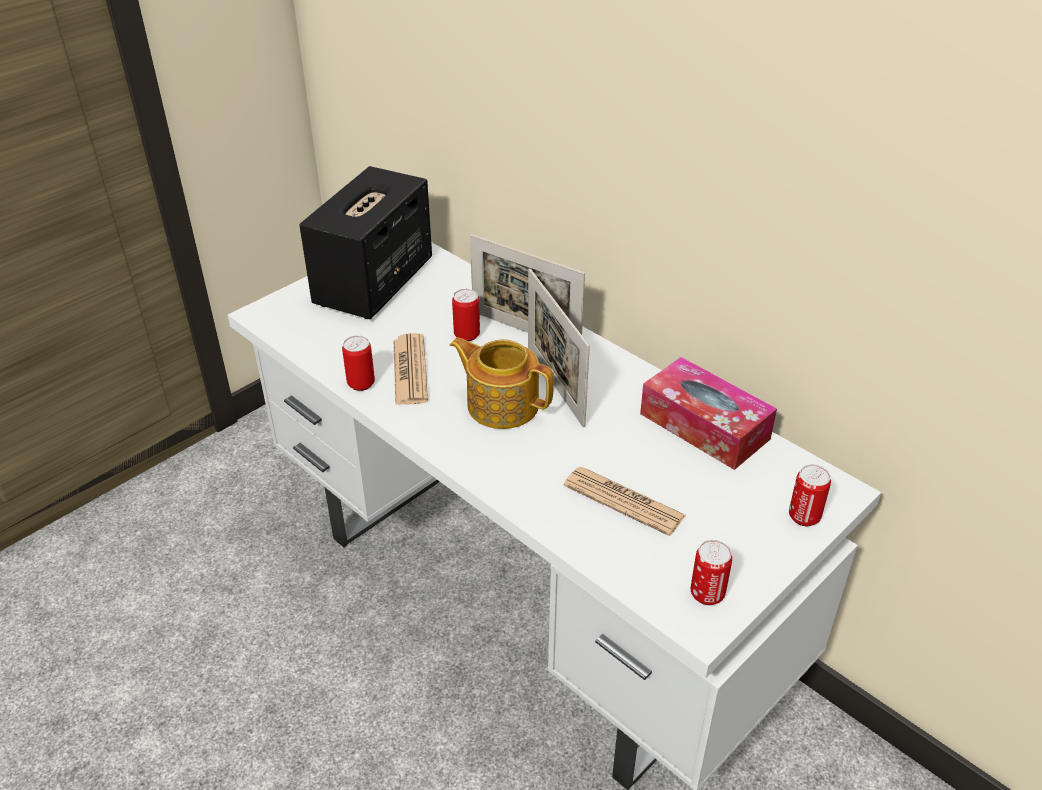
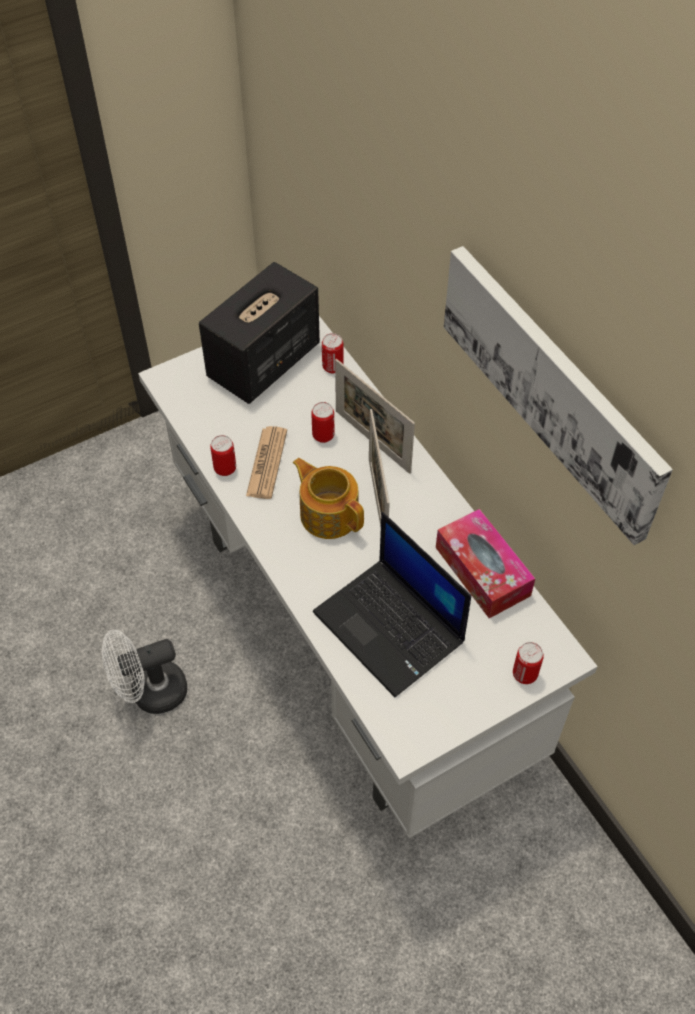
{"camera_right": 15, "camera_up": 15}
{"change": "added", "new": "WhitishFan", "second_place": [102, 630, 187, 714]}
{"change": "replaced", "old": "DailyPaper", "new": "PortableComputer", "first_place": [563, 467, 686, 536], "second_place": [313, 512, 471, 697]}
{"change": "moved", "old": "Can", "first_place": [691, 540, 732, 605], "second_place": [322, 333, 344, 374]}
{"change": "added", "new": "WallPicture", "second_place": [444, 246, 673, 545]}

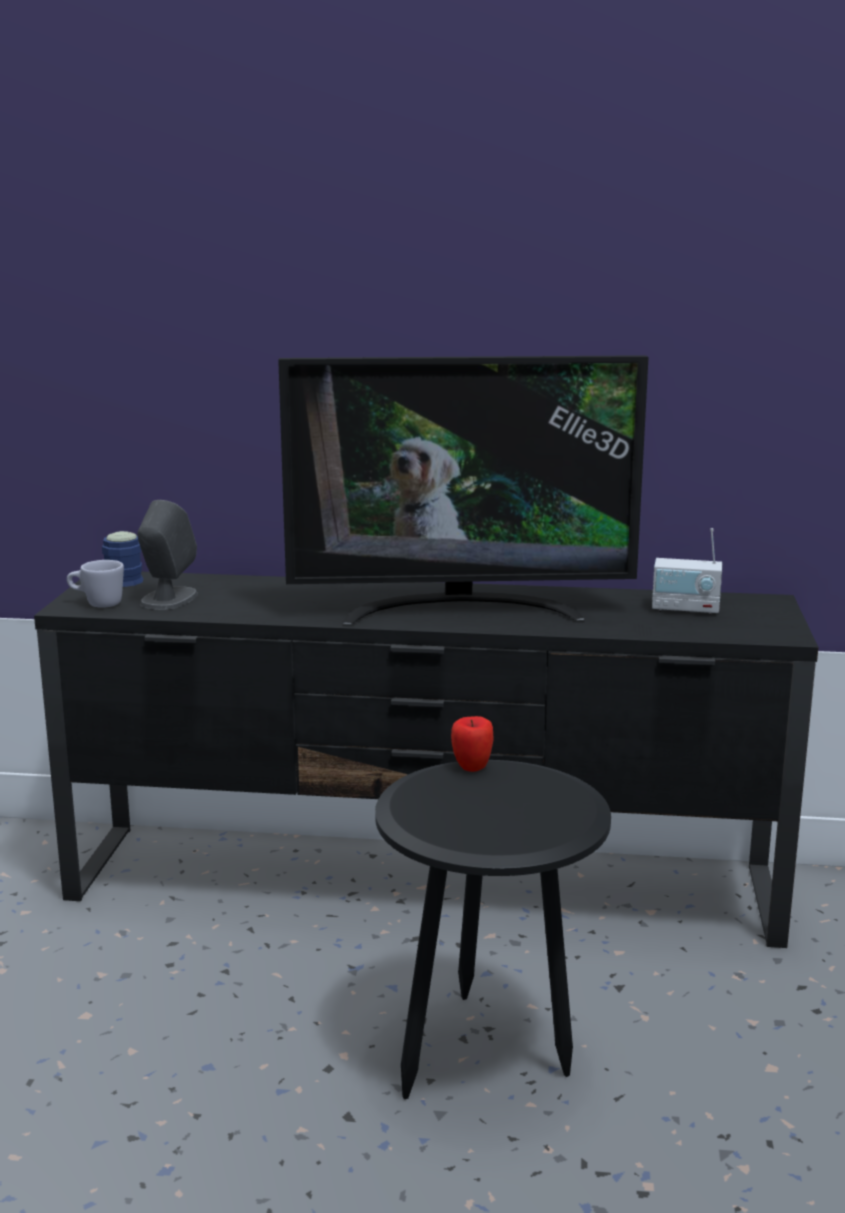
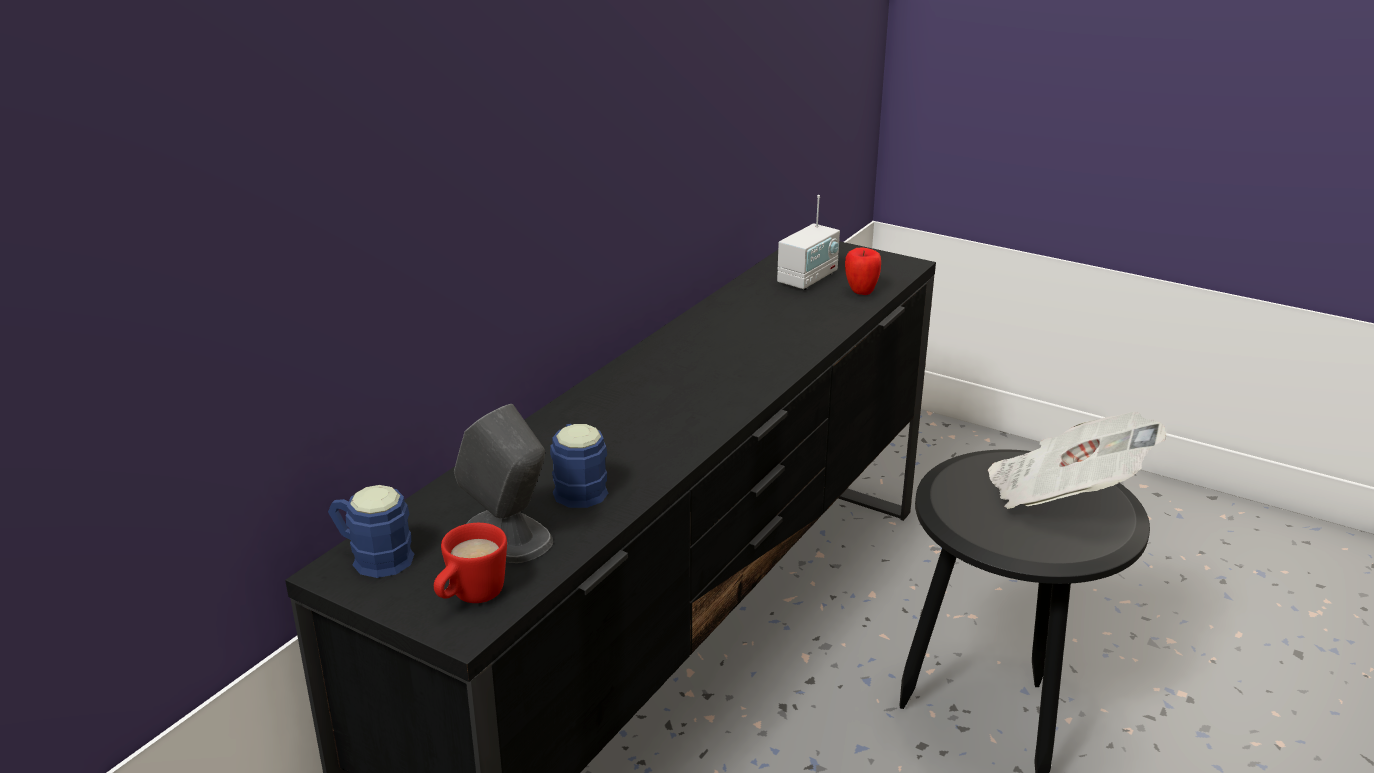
{"camera_right": -65, "camera_up": 10}
{"change": "recoloured", "old": "WhitishTeaMug", "new": "ReddishTeaMug", "first_place": [67, 560, 124, 608], "second_place": [434, 523, 507, 603]}
{"change": "added", "new": "BlueTeaMug", "second_place": [550, 424, 608, 508]}
{"change": "moved", "old": "WholeApple", "first_place": [451, 716, 493, 772], "second_place": [845, 248, 881, 295]}
{"change": "added", "new": "DailyPaper", "second_place": [988, 412, 1166, 509]}
{"change": "removed", "old": "TvSet", "first_place": [278, 355, 649, 625]}

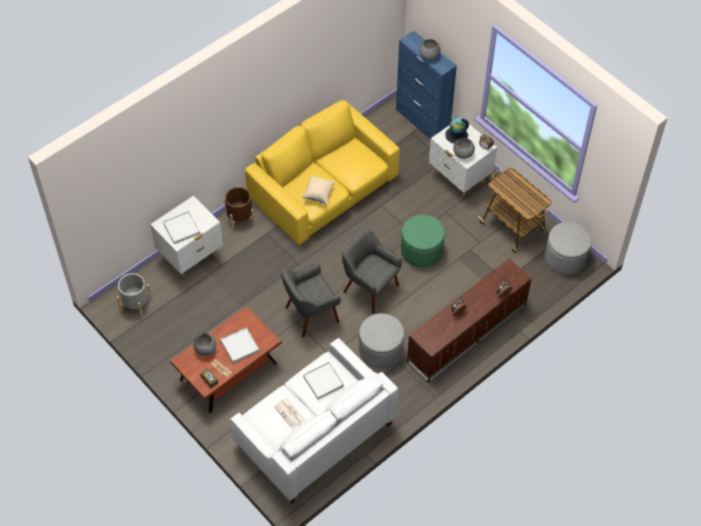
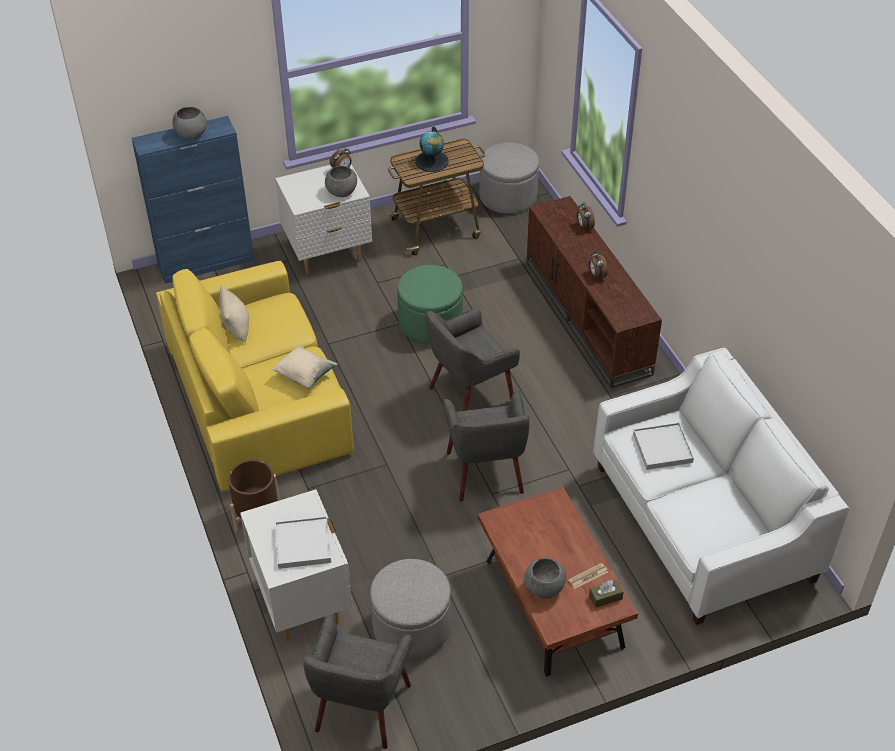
{"camera_right": -70, "camera_up": -10}
{"change": "added", "new": "BeigeColouredPillow", "second_place": [219, 285, 249, 343]}
{"change": "replaced", "old": "GreyishFlowerPot", "new": "GreyishEasyChair", "first_place": [117, 273, 152, 317], "second_place": [303, 616, 413, 749]}
{"change": "moved", "old": "GreyishOttoman", "first_place": [359, 313, 404, 369], "second_place": [370, 559, 451, 659]}
{"change": "moved", "old": "WorldGlobe", "first_place": [445, 117, 469, 144], "second_place": [415, 127, 449, 172]}
{"change": "removed", "old": "WhitishCarryingTray", "first_place": [220, 327, 259, 363]}
{"change": "removed", "old": "DailyPaper", "first_place": [274, 398, 305, 428]}

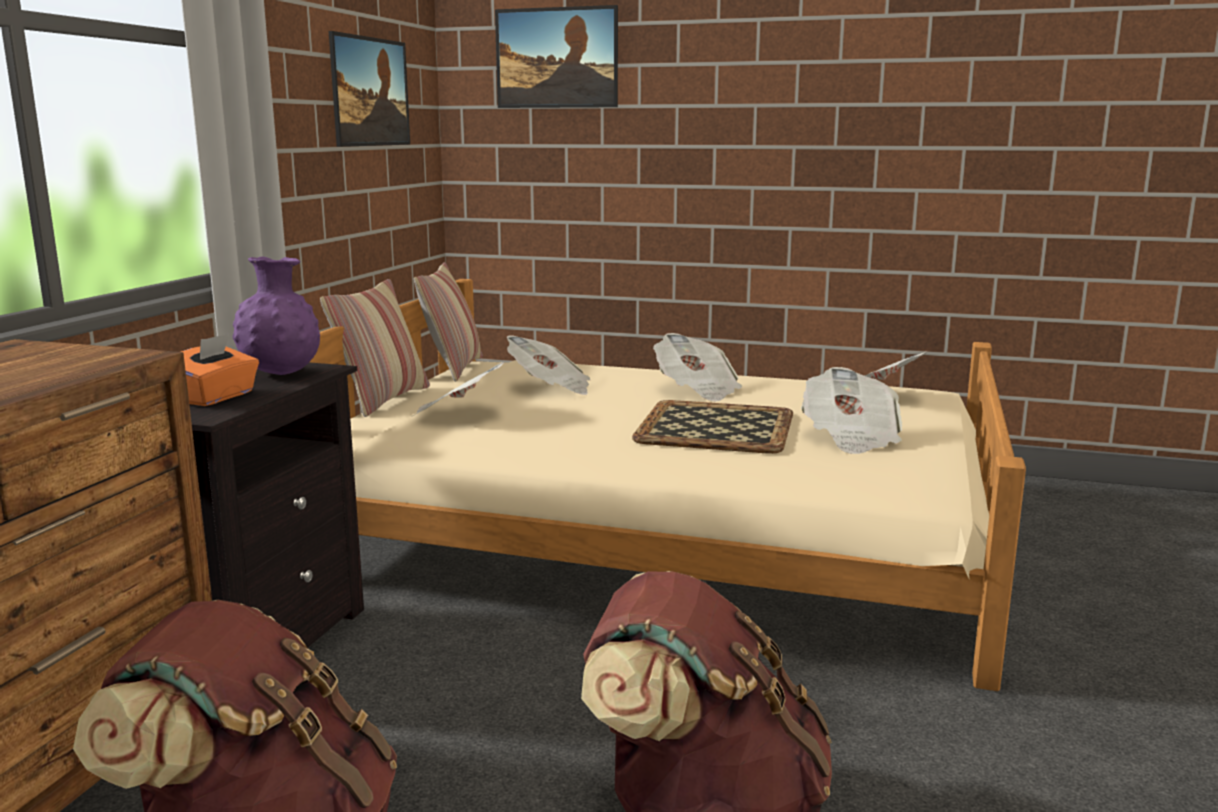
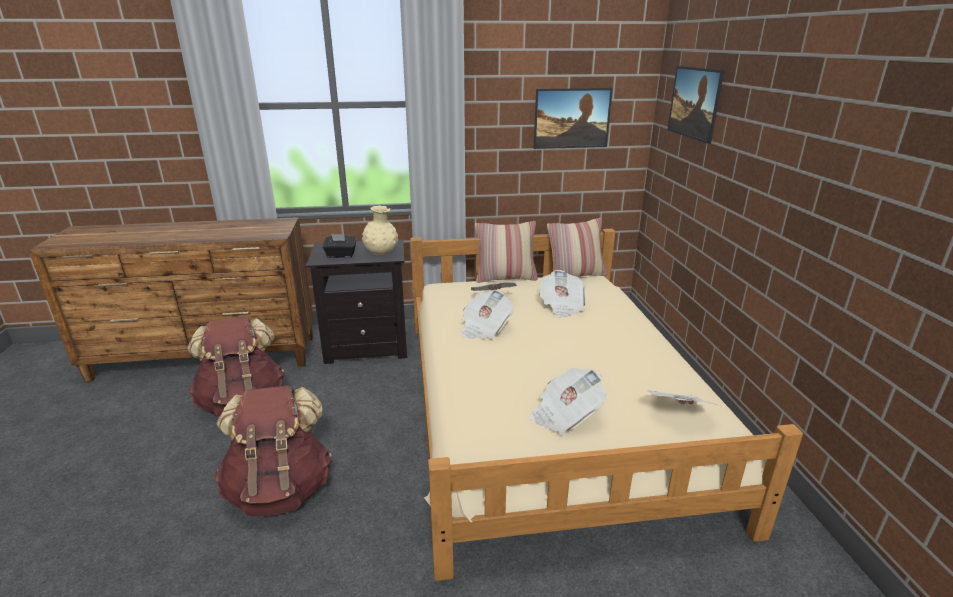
{"camera_right": 65, "camera_up": 10}
{"change": "recoloured", "old": "OrangeyTissueBox", "new": "BlackishTissueBox", "first_place": [181, 333, 259, 406], "second_place": [323, 234, 356, 258]}
{"change": "recoloured", "old": "PurplishFlowerVase", "new": "BeigeColouredFlowerVase", "first_place": [233, 256, 320, 375], "second_place": [362, 205, 398, 255]}
{"change": "moved", "old": "DailyPaper", "first_place": [653, 333, 742, 402], "second_place": [461, 290, 514, 339]}
{"change": "removed", "old": "CarryingTray", "first_place": [632, 400, 793, 454]}

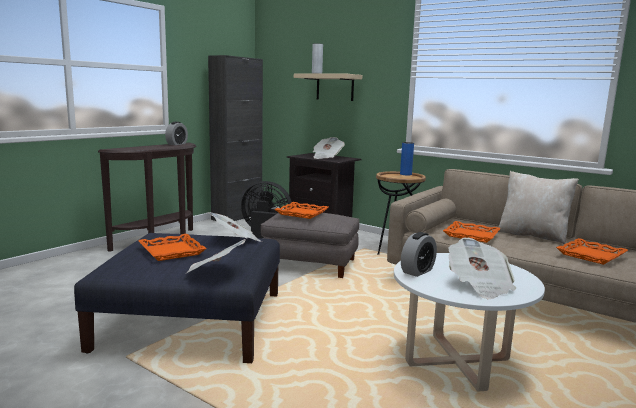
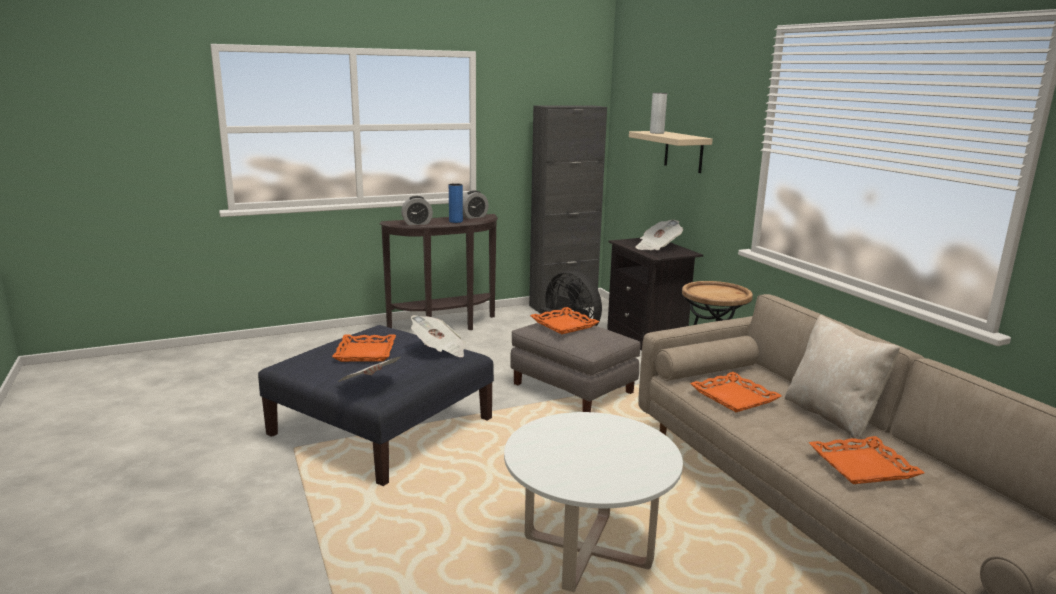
{"camera_right": 30, "camera_up": 5}
{"change": "moved", "old": "AlarmClock", "first_place": [401, 232, 437, 277], "second_place": [401, 196, 433, 225]}
{"change": "moved", "old": "BlueFlowerVase", "first_place": [400, 142, 414, 175], "second_place": [449, 183, 463, 223]}
{"change": "removed", "old": "DailyPaper", "first_place": [448, 238, 516, 299]}

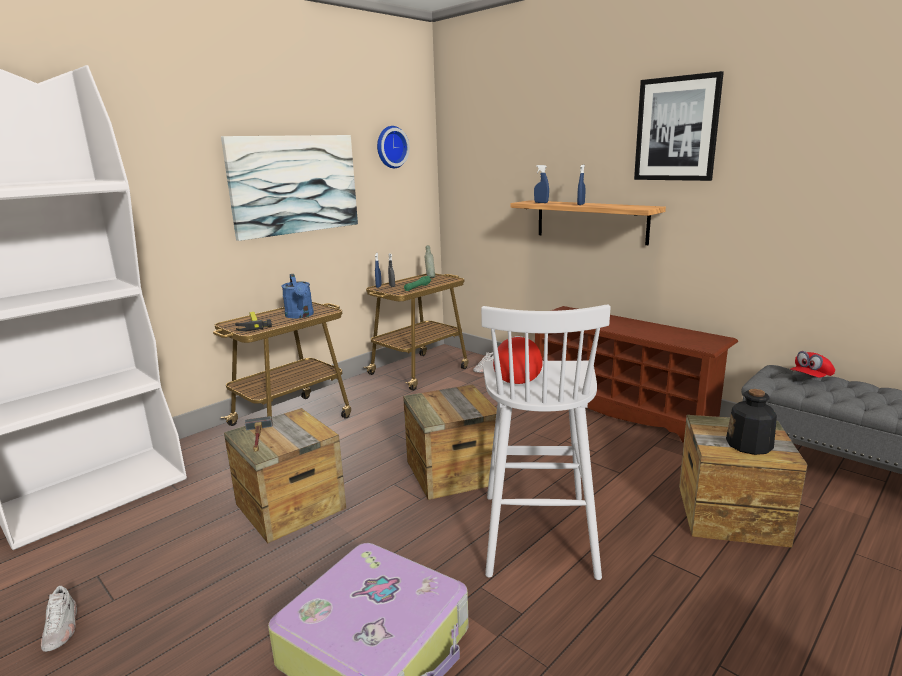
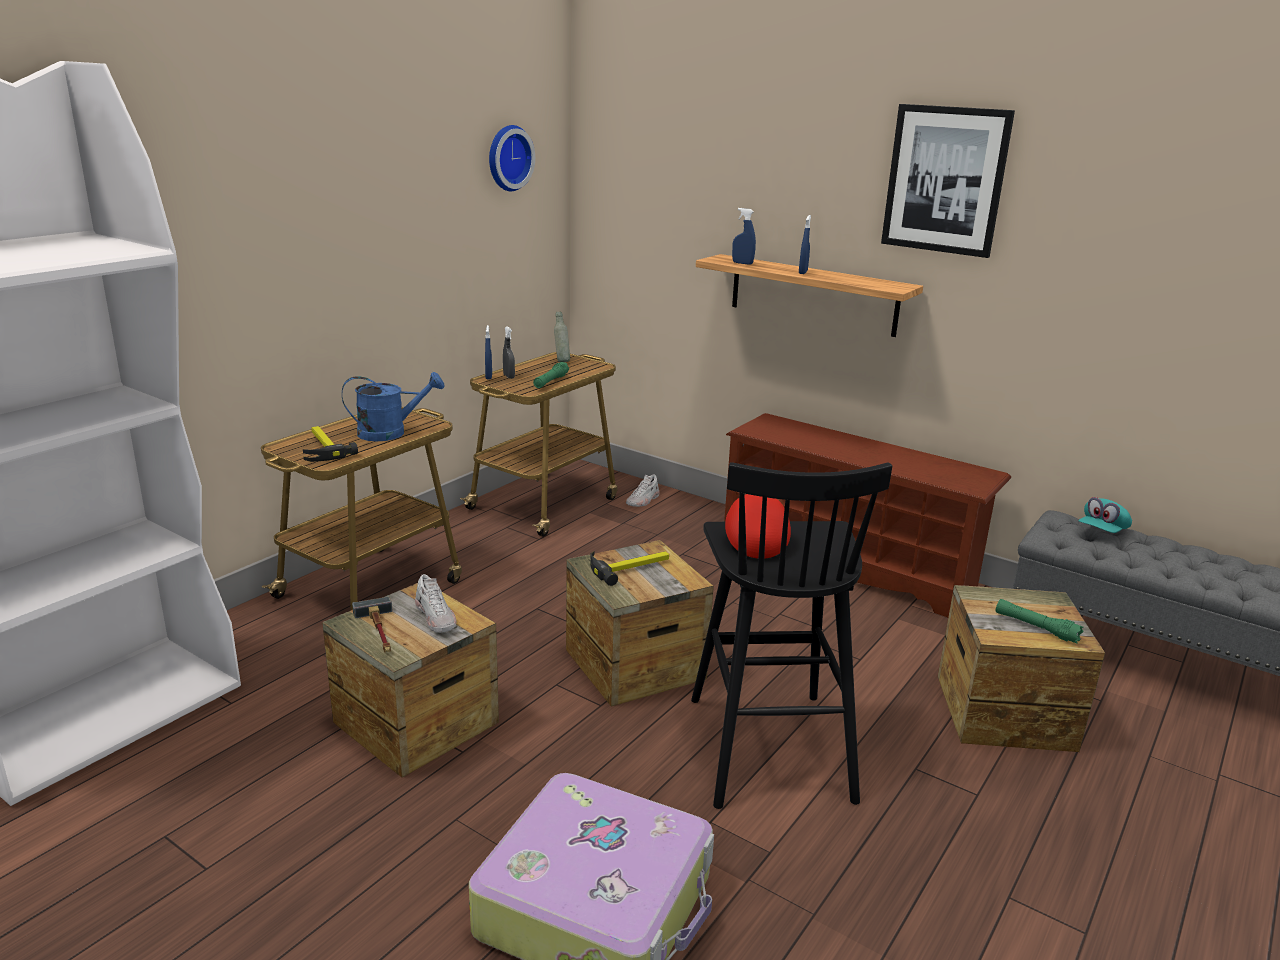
{"camera_right": -10, "camera_up": 5}
{"change": "turned", "old": "BlueSprinklingCan", "first_place": [281, 274, 314, 318], "second_place": [342, 372, 444, 441], "degrees": -75}
{"change": "moved", "old": "WhitishShoe", "first_place": [41, 586, 77, 652], "second_place": [415, 574, 457, 633]}
{"change": "added", "new": "HandHammer", "second_place": [590, 551, 669, 586]}
{"change": "recoloured", "old": "WhitishStool", "new": "BlackishStool", "first_place": [481, 304, 610, 580], "second_place": [691, 462, 892, 809]}
{"change": "replaced", "old": "Bottle", "new": "GreenishHandTorch", "first_place": [726, 389, 777, 455], "second_place": [996, 599, 1083, 643]}
{"change": "recoloured", "old": "ReddishCap", "new": "TurquoiseCap", "first_place": [790, 351, 835, 378], "second_place": [1079, 497, 1132, 533]}
{"change": "removed", "old": "WallPicture", "first_place": [221, 135, 358, 241]}

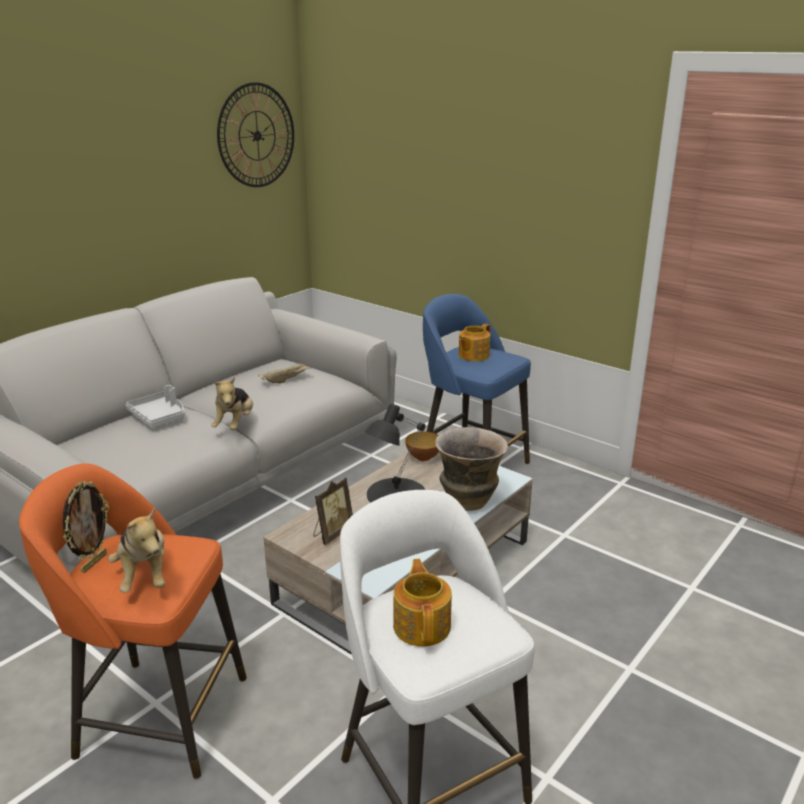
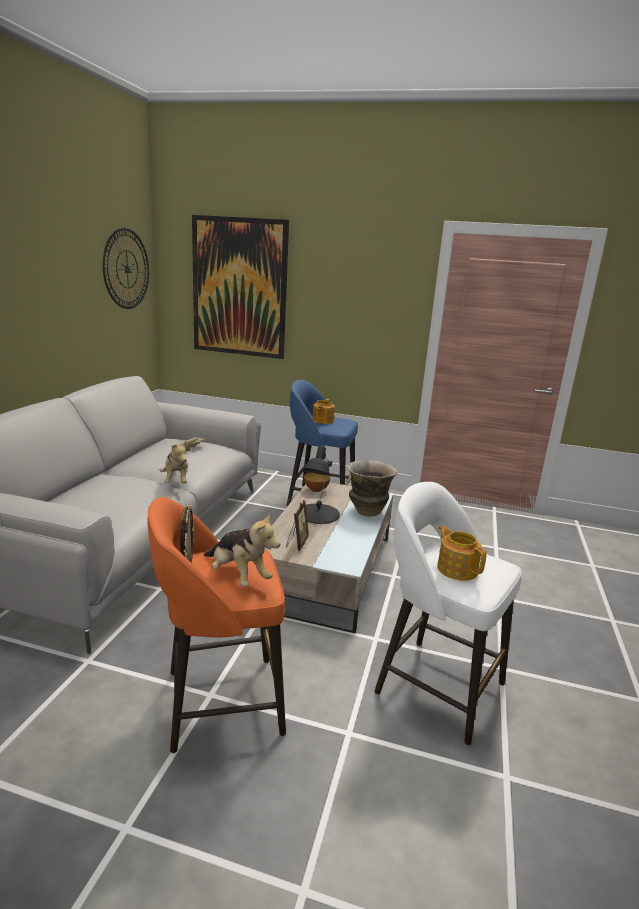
{"camera_right": -25, "camera_up": -5}
{"change": "added", "new": "WallPicture", "second_place": [192, 215, 289, 359]}
{"change": "removed", "old": "GreyishCarryingTray", "first_place": [126, 385, 185, 428]}

